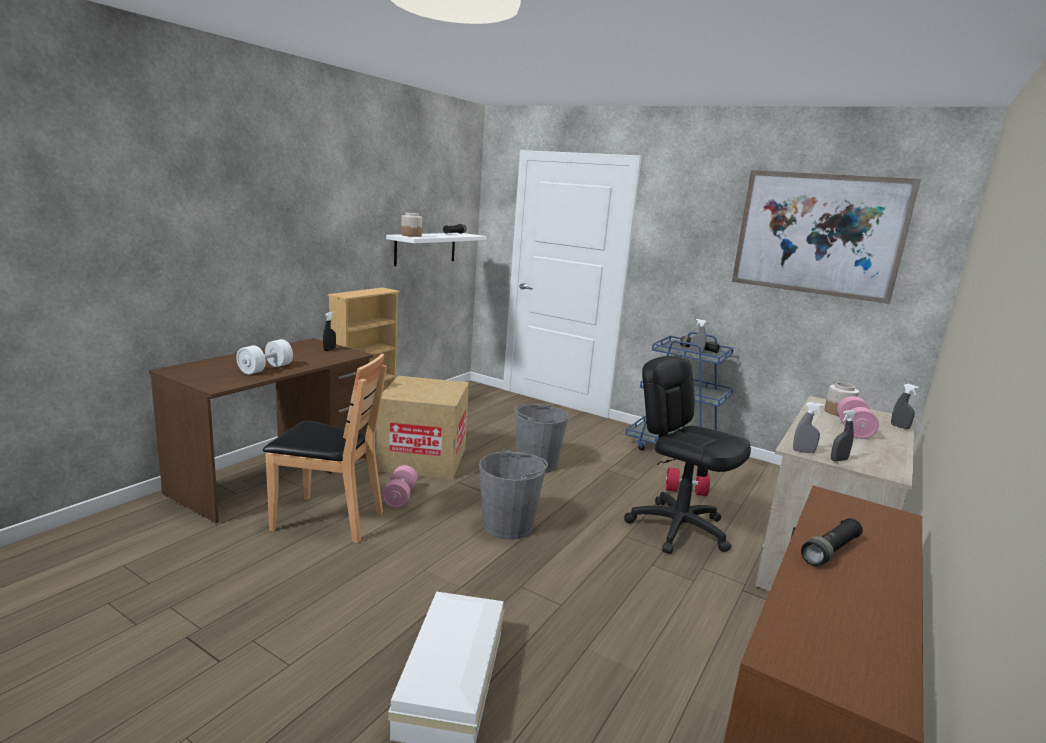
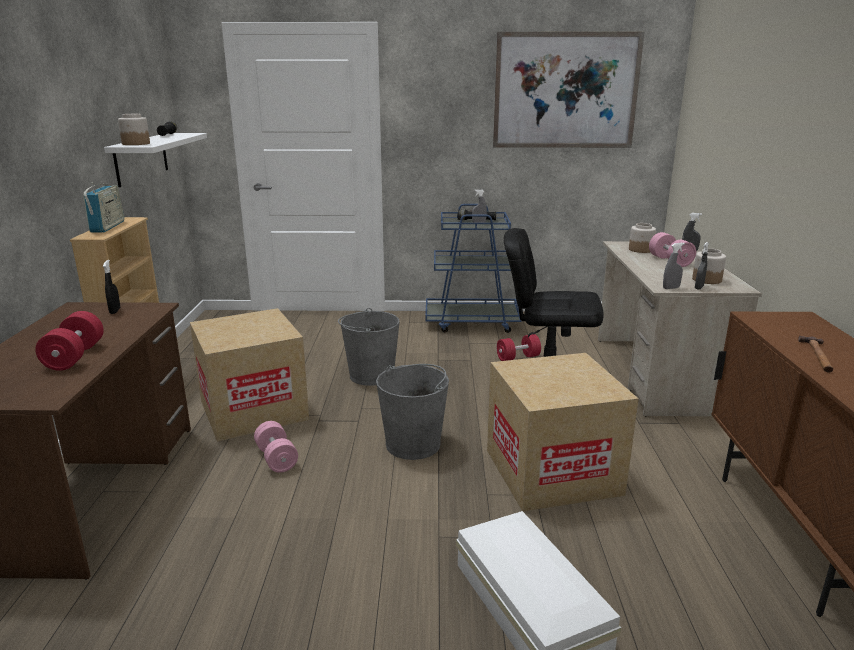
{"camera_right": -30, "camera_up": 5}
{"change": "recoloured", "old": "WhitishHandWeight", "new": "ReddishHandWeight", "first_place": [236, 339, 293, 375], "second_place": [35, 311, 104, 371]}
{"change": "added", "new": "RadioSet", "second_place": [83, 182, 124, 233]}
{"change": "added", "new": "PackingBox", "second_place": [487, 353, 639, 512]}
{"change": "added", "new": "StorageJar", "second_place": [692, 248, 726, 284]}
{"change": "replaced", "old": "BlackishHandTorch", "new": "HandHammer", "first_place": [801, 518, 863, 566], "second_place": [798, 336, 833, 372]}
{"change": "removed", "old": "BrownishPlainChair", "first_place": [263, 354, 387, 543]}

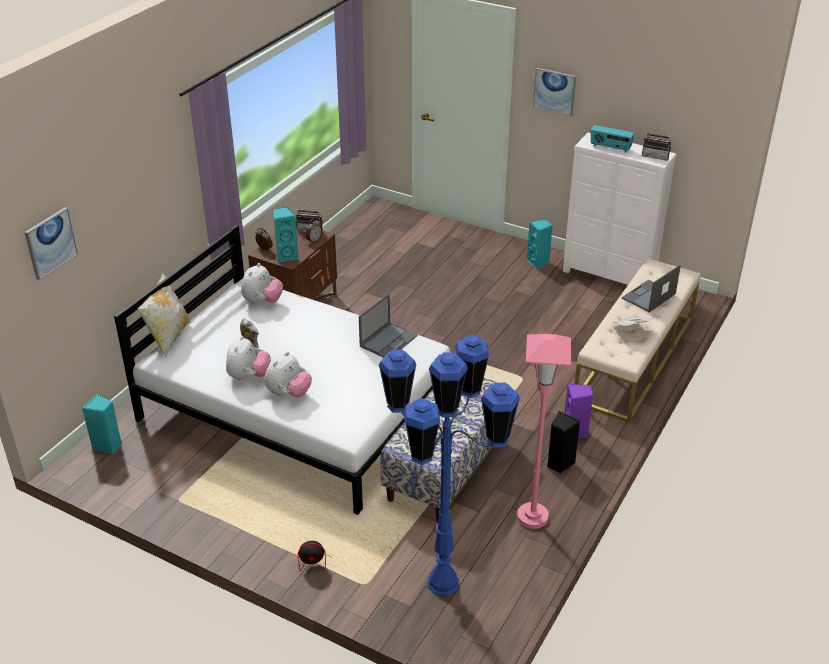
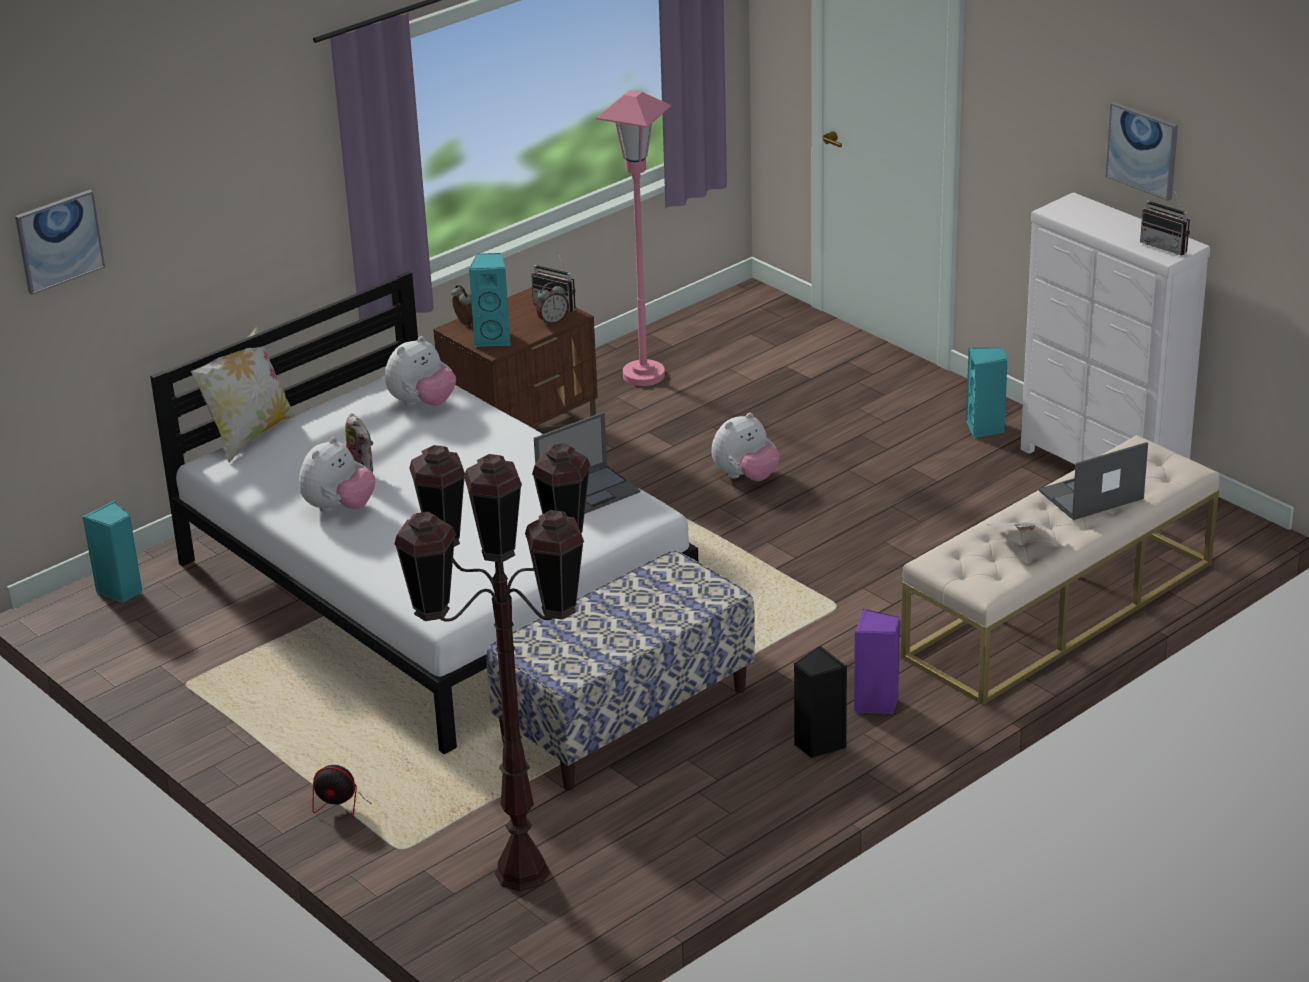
{"camera_right": 20, "camera_up": -5}
{"change": "recoloured", "old": "BlueStandingLamp", "new": "BrownishStandingLamp", "first_place": [379, 335, 520, 596], "second_place": [394, 443, 591, 891]}
{"change": "moved", "old": "PinkishStandingLamp", "first_place": [517, 334, 571, 529], "second_place": [596, 90, 671, 386]}
{"change": "moved", "old": "PlushToy", "first_place": [265, 352, 312, 397], "second_place": [712, 413, 780, 481]}
{"change": "moved", "old": "WallPicture", "first_place": [533, 68, 576, 116], "second_place": [1105, 102, 1178, 201]}
{"change": "removed", "old": "RadioSet", "first_place": [591, 125, 635, 152]}

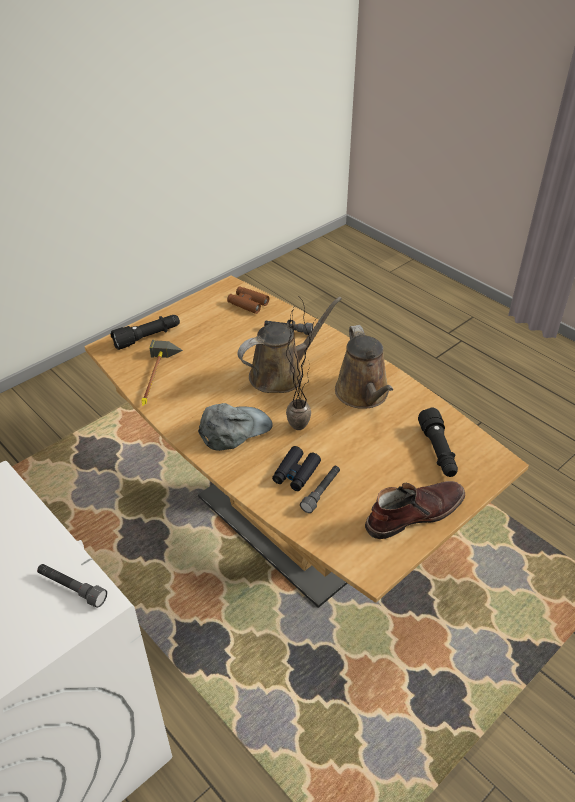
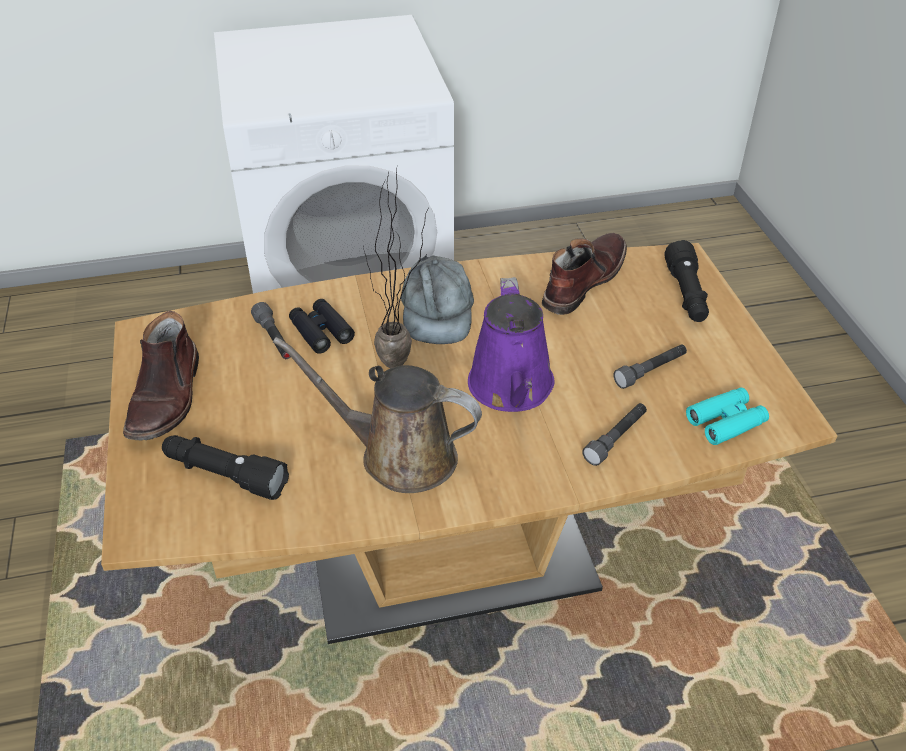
{"camera_right": 120, "camera_up": 0}
{"change": "recoloured", "old": "BrownishSprinklingCan", "new": "PurplishSprinklingCan", "first_place": [237, 297, 342, 393], "second_place": [468, 277, 554, 412]}
{"change": "replaced", "old": "HandHammer", "new": "BrownishHighTopBoot", "first_place": [141, 340, 183, 406], "second_place": [542, 233, 627, 315]}
{"change": "moved", "old": "GreyishHandTorch", "first_place": [37, 564, 107, 608], "second_place": [613, 344, 687, 389]}
{"change": "recoloured", "old": "BrownishPairOfBinoculars", "new": "TurquoisePairOfBinoculars", "first_place": [227, 286, 269, 314], "second_place": [686, 387, 769, 445]}

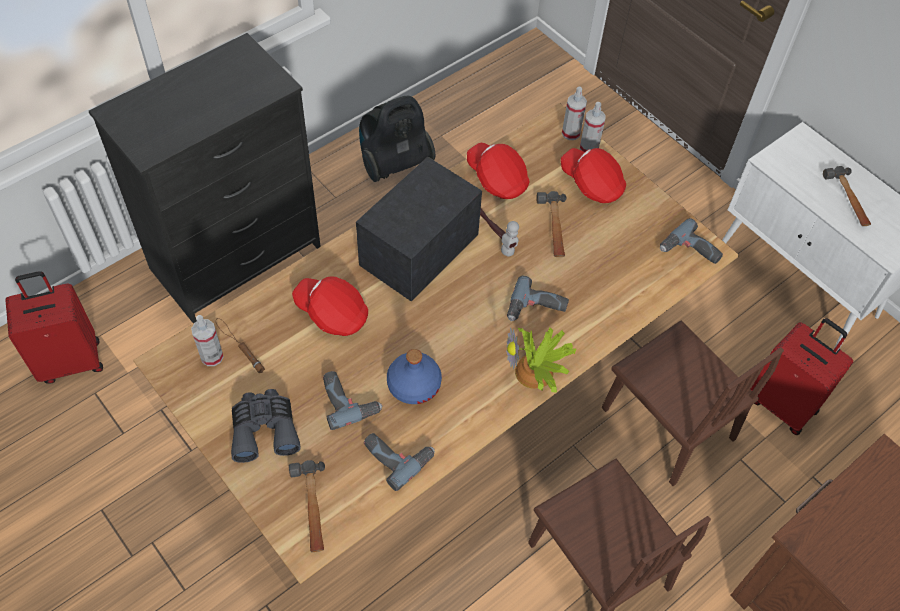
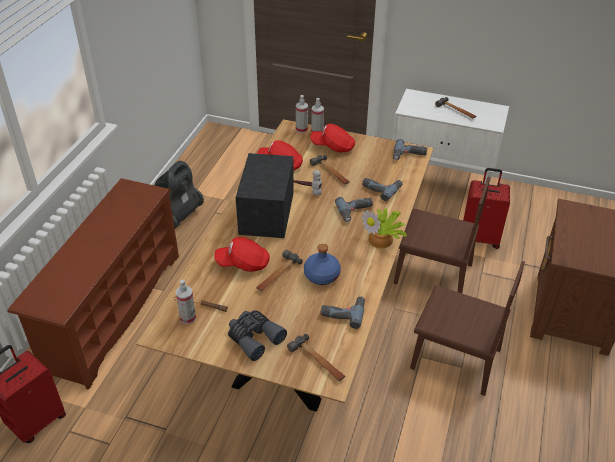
{"camera_right": -30, "camera_up": -15}
{"change": "replaced", "old": "BlackishDresser", "new": "BrownishShoeStand", "first_place": [89, 33, 321, 324], "second_place": [8, 178, 179, 390]}
{"change": "added", "new": "HandHammer", "second_place": [256, 250, 303, 291]}
{"change": "moved", "old": "PowerDrill", "first_place": [323, 371, 383, 430], "second_place": [362, 178, 402, 201]}

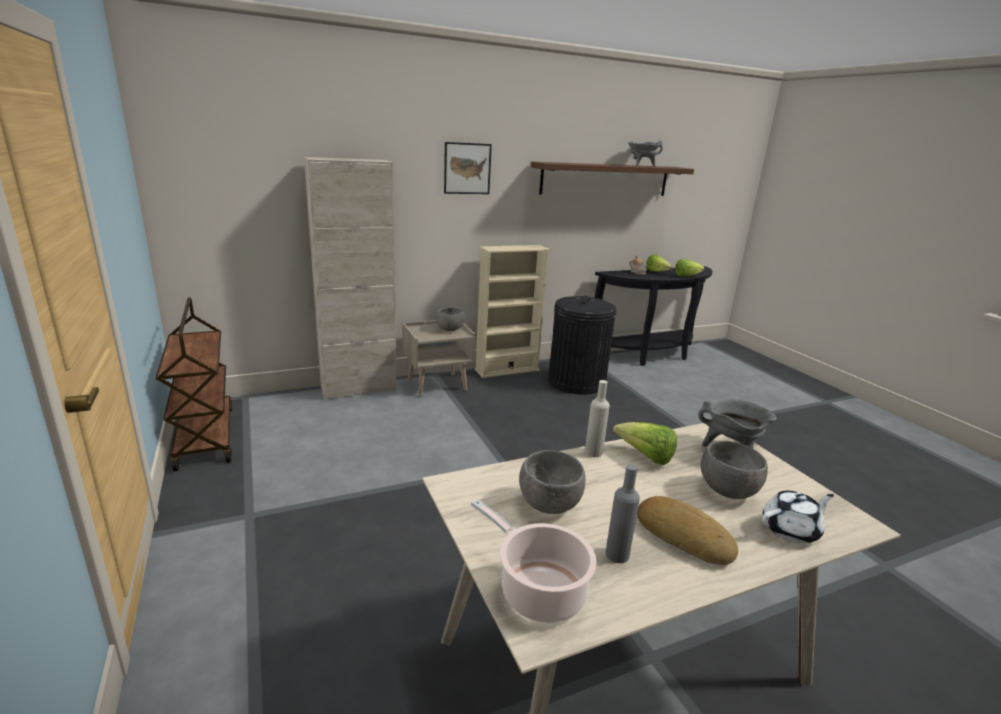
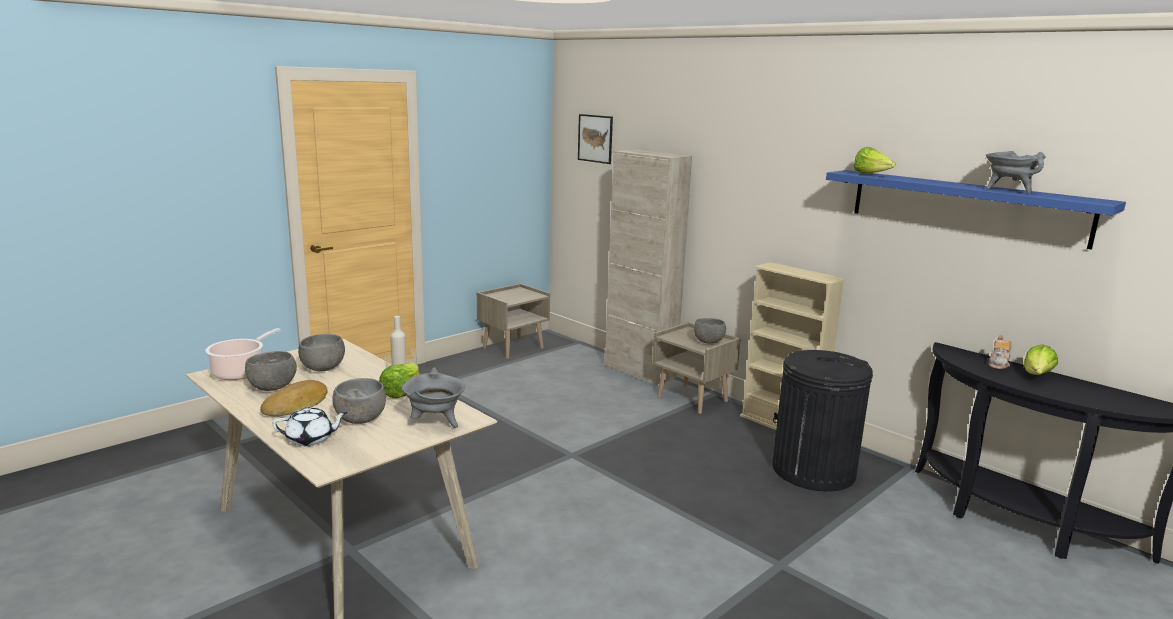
{"camera_right": 70, "camera_up": -5}
{"change": "replaced", "old": "GreyishBottle", "new": "GreyishBowl", "first_place": [605, 464, 640, 563], "second_place": [245, 351, 297, 391]}
{"change": "turned", "old": "WhitishTeaPot", "first_place": [762, 491, 834, 544], "second_place": [273, 407, 348, 446], "degrees": -60}
{"change": "replaced", "old": "BrownishTrolley", "new": "BeigeColouredNightstand", "first_place": [156, 297, 233, 471], "second_place": [477, 283, 550, 359]}
{"change": "moved", "old": "WallPicture", "first_place": [444, 142, 492, 194], "second_place": [578, 114, 613, 164]}
{"change": "recoloured", "old": "BrownishBracketShelf", "new": "BlueBracketShelf", "first_place": [531, 162, 694, 196], "second_place": [826, 170, 1126, 250]}
{"change": "moved", "old": "HeadOfLettuce", "first_place": [675, 259, 704, 276], "second_place": [854, 147, 895, 174]}

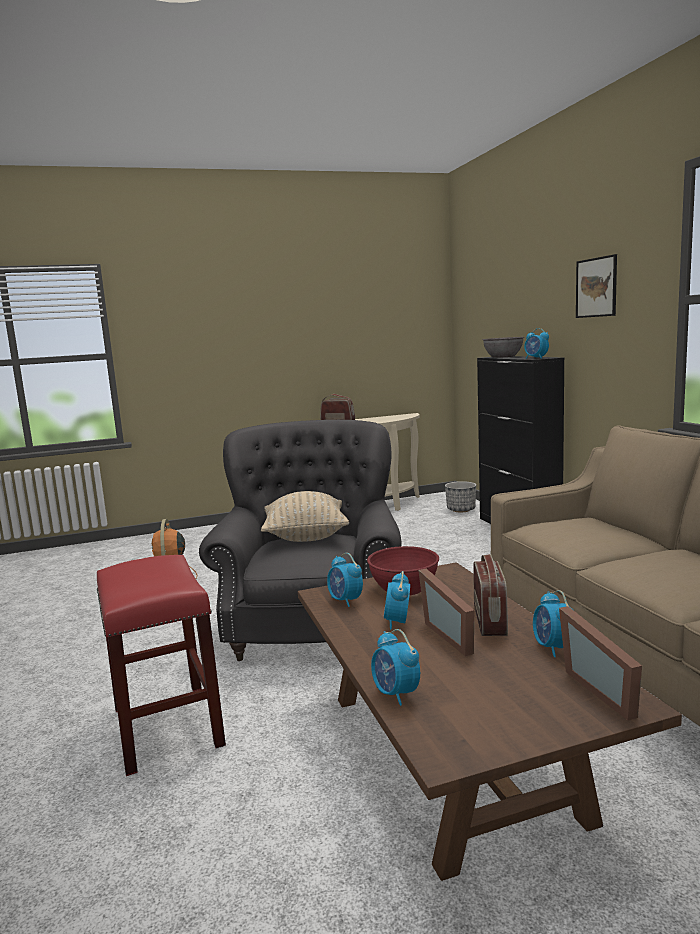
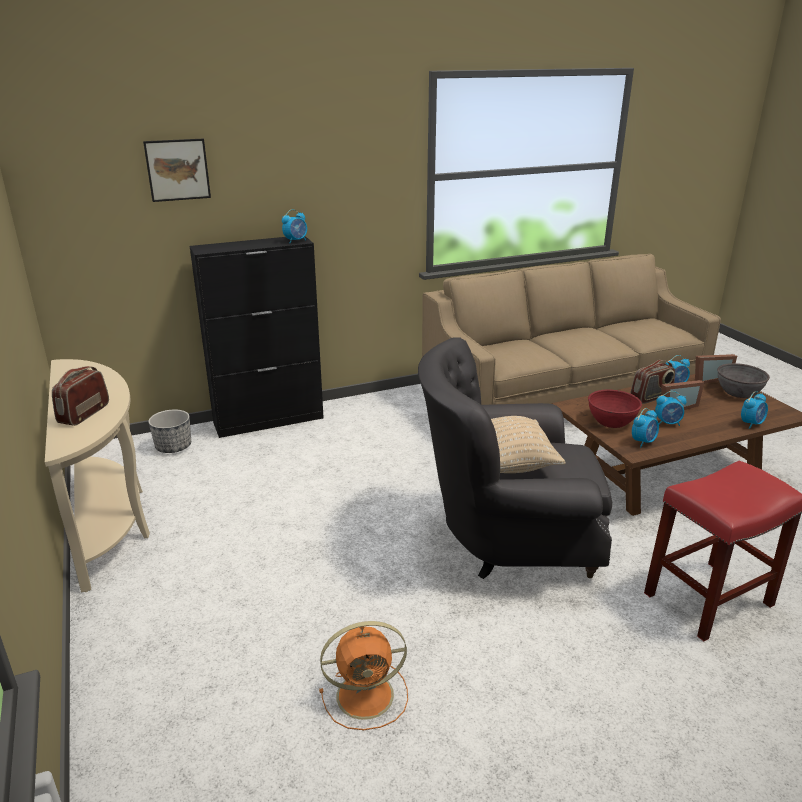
{"camera_right": -95, "camera_up": 15}
{"change": "moved", "old": "WallPicture", "first_place": [576, 254, 617, 318], "second_place": [143, 139, 211, 202]}
{"change": "turned", "old": "RadioSet", "first_place": [474, 554, 508, 636], "second_place": [630, 360, 675, 404], "degrees": 150}
{"change": "moved", "old": "GreyishBowl", "first_place": [483, 337, 524, 358], "second_place": [717, 363, 770, 398]}

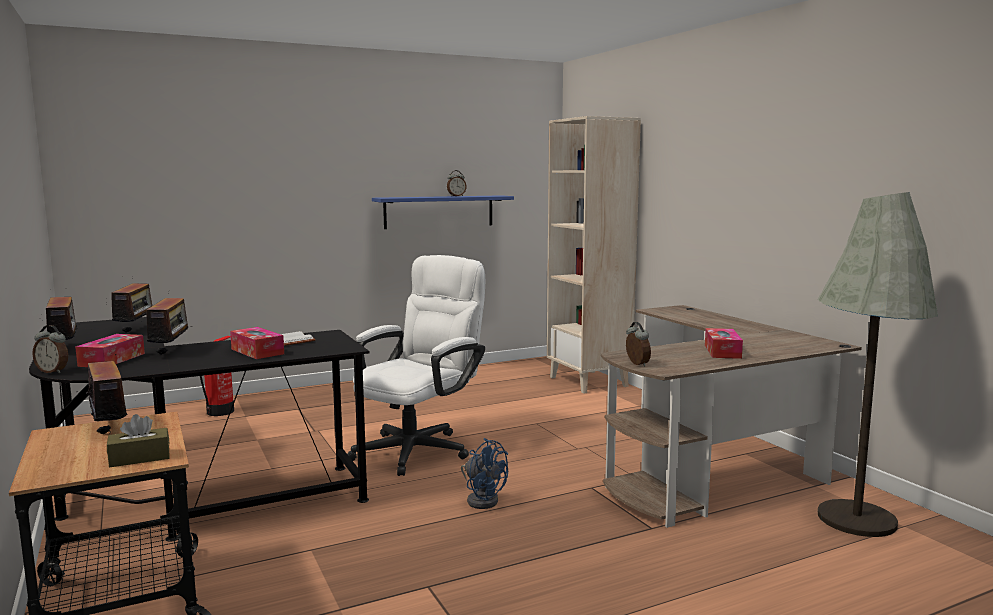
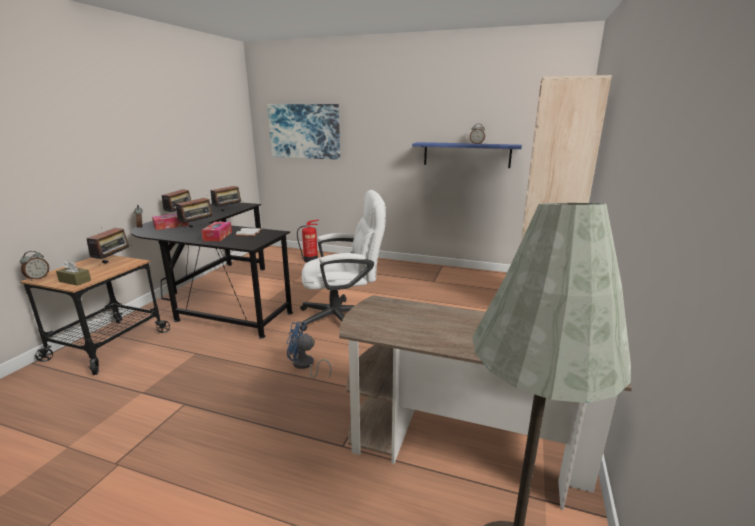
{"camera_right": 45, "camera_up": 10}
{"change": "moved", "old": "AlarmClock", "first_place": [626, 322, 651, 367], "second_place": [20, 251, 49, 281]}
{"change": "added", "new": "WallPicture", "second_place": [267, 104, 340, 160]}
{"change": "turned", "old": "BlueFan", "first_place": [461, 438, 508, 509], "second_place": [287, 321, 332, 378], "degrees": 105}
{"change": "removed", "old": "TissueBox", "first_place": [705, 328, 743, 359]}

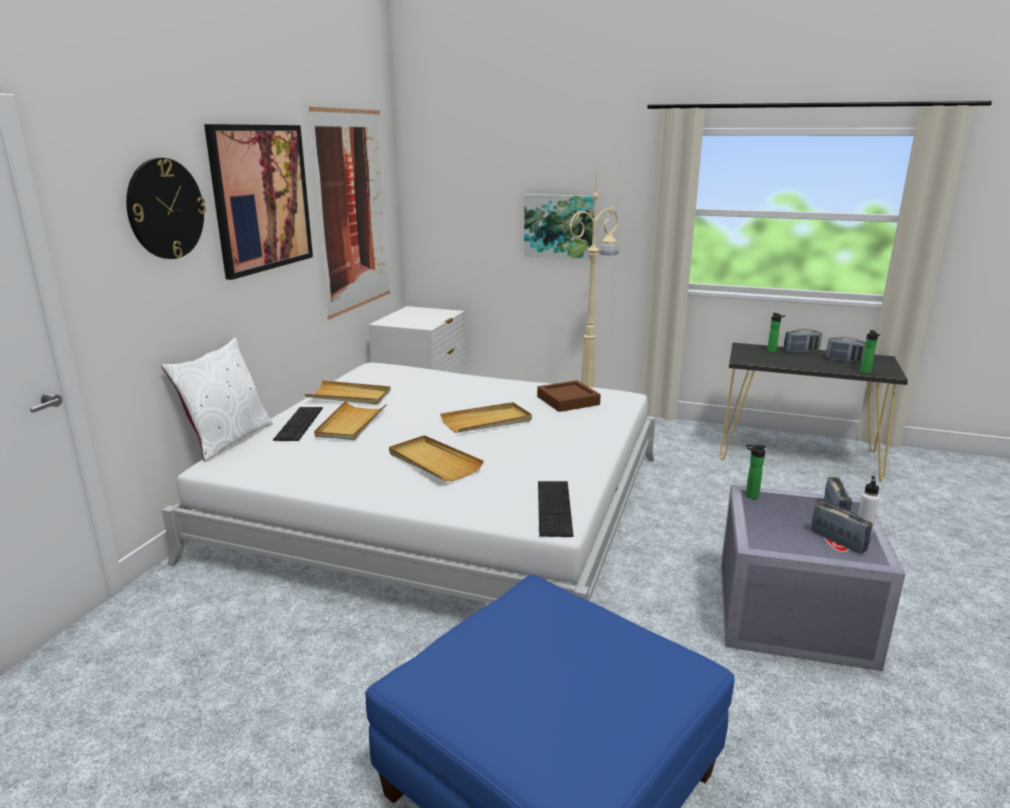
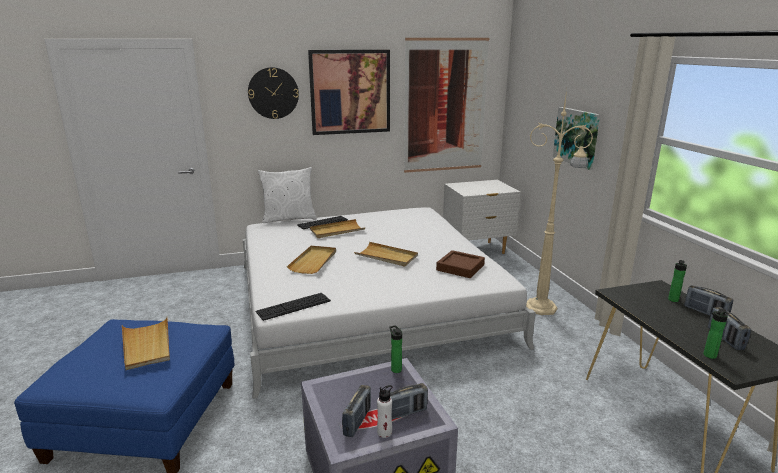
{"camera_right": 55, "camera_up": 0}
{"change": "moved", "old": "BeigeColouredCarryingTray", "first_place": [305, 380, 391, 405], "second_place": [122, 317, 170, 370]}

